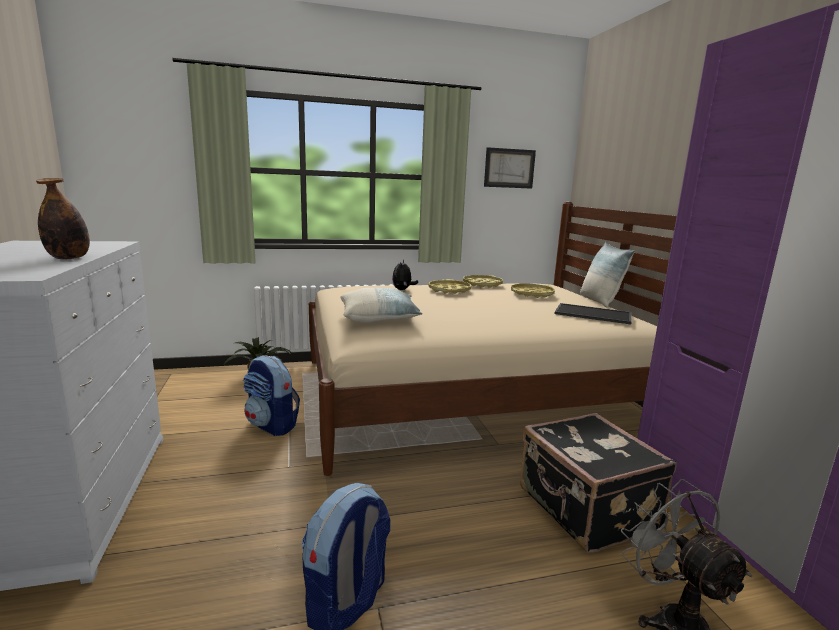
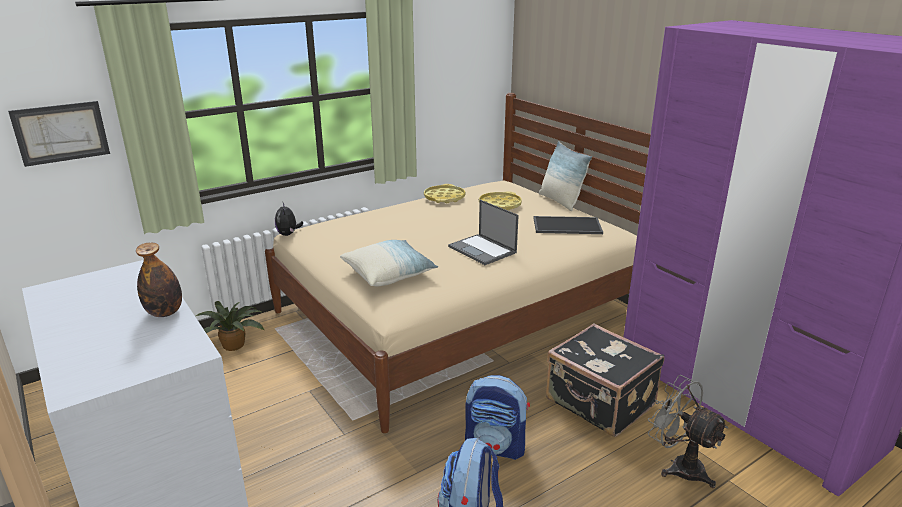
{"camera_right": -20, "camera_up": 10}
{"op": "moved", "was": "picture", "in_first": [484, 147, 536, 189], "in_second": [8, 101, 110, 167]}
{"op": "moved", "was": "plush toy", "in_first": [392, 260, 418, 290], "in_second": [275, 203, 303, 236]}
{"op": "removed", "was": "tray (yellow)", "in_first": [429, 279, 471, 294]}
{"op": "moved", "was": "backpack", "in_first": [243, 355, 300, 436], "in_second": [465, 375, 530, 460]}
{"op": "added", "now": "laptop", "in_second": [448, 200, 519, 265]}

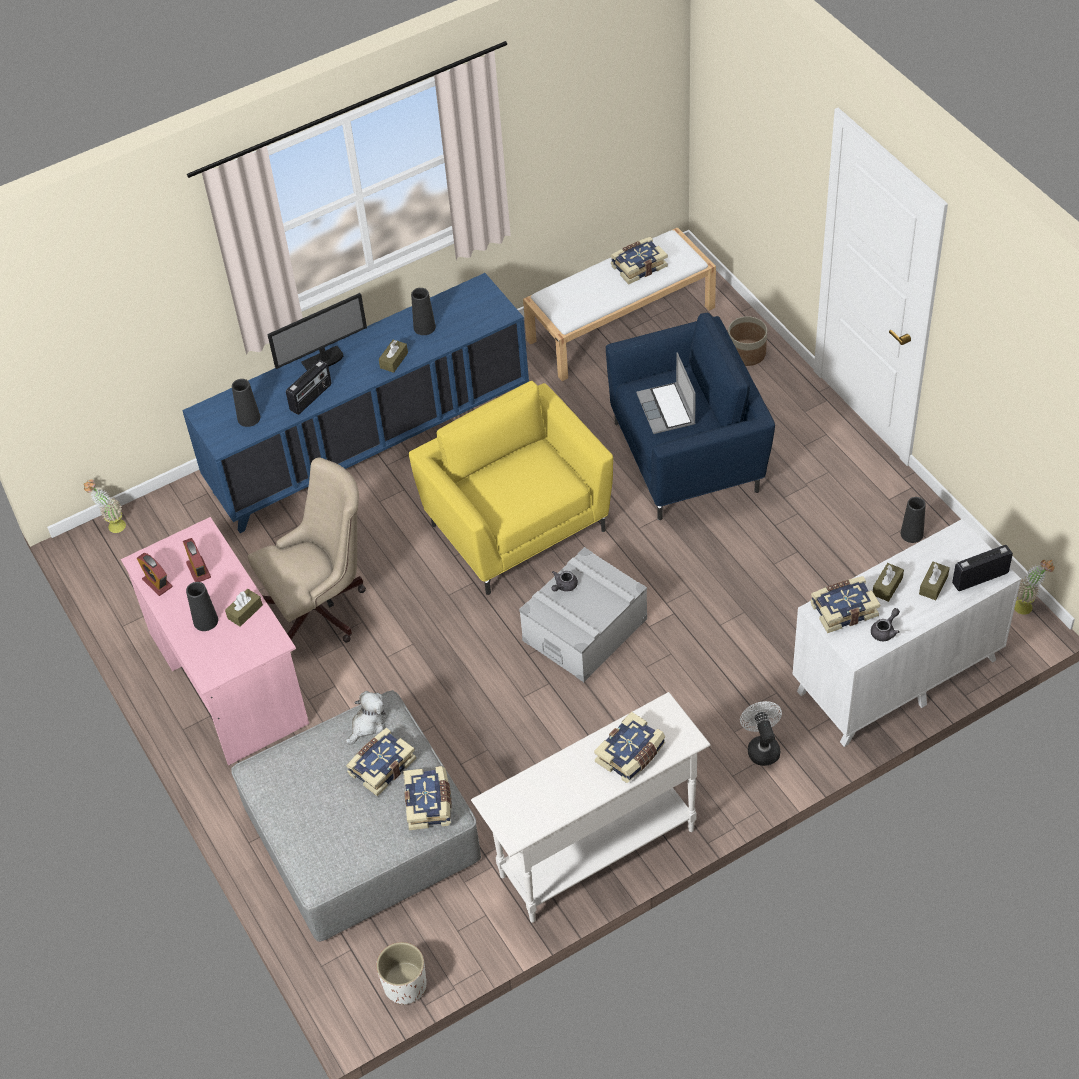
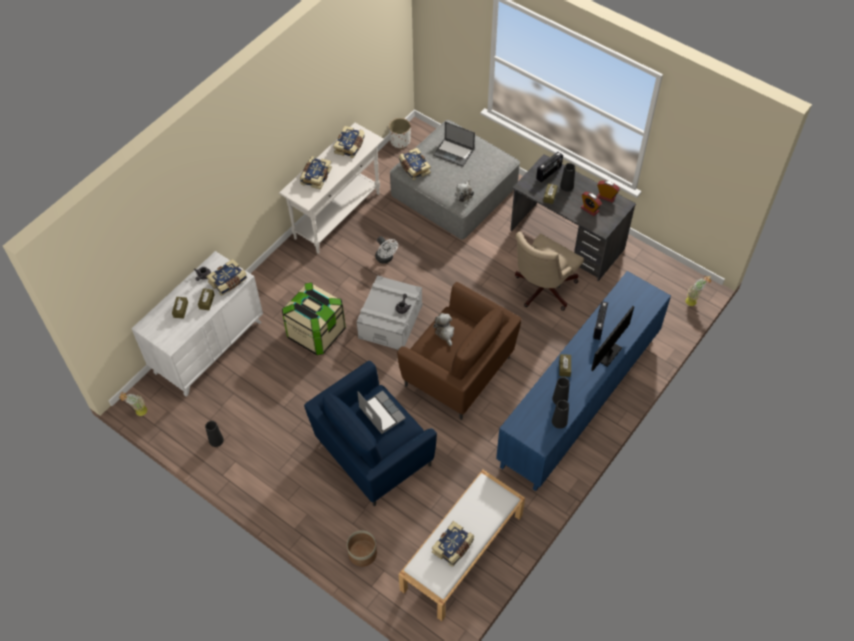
{"camera_right": 155, "camera_up": 5}
{"op": "moved", "was": "vase (black)", "in_first": [232, 379, 260, 427], "in_second": [552, 400, 569, 429]}
{"op": "recoloured", "was": "armchair (yellow)", "now": "armchair (brown)", "in_first": [409, 381, 613, 595], "in_second": [397, 282, 522, 420]}
{"op": "recoloured", "was": "desk (pink)", "now": "desk (grey)", "in_first": [121, 517, 309, 766], "in_second": [510, 154, 636, 281]}
{"op": "moved", "was": "radio", "in_first": [952, 545, 1013, 591], "in_second": [536, 152, 563, 182]}
{"op": "moved", "was": "fan (white)", "in_first": [740, 701, 782, 766], "in_second": [375, 236, 398, 263]}
{"op": "moved", "was": "book", "in_first": [346, 728, 416, 796], "in_second": [333, 126, 365, 158]}
{"op": "added", "now": "laptop", "in_second": [433, 122, 475, 167]}
{"op": "added", "now": "storage box", "in_second": [282, 283, 346, 355]}
{"op": "added", "now": "plush toy", "in_second": [433, 313, 454, 346]}

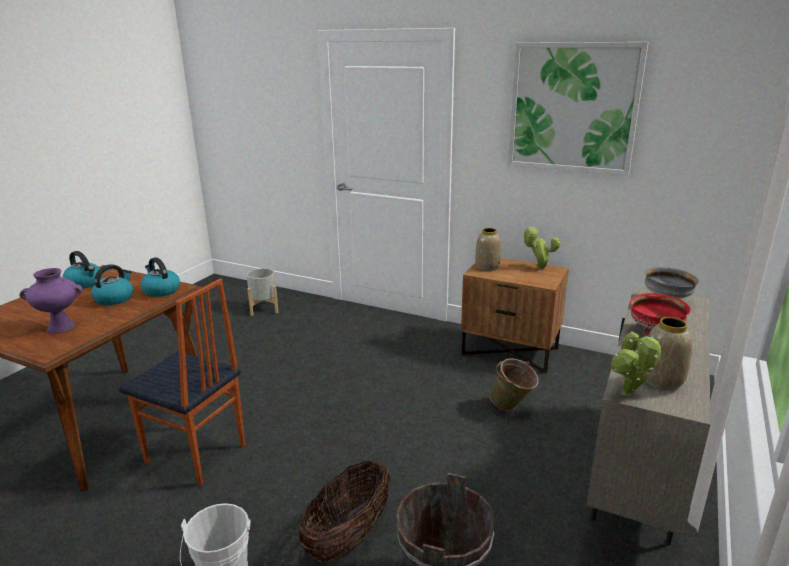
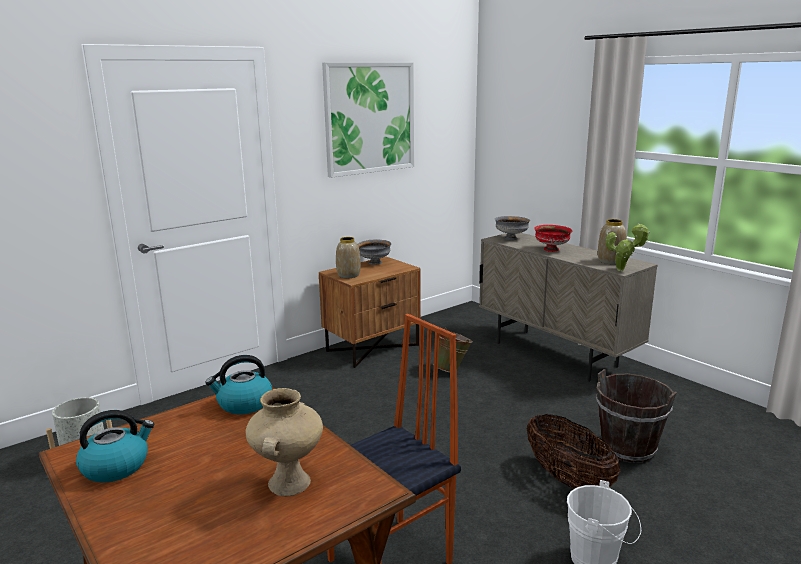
{"camera_right": -65, "camera_up": -5}
{"op": "replaced", "was": "potted plant", "now": "bowl (grey)", "in_first": [523, 227, 561, 269], "in_second": [358, 240, 391, 265]}
{"op": "removed", "was": "kettle", "in_first": [91, 264, 133, 305]}
{"op": "recoloured", "was": "vase (purple)", "now": "vase (beige)", "in_first": [19, 268, 83, 333], "in_second": [246, 388, 323, 497]}

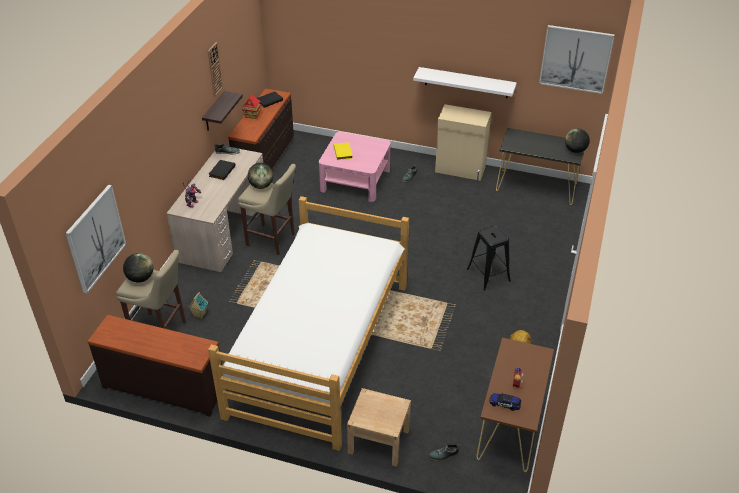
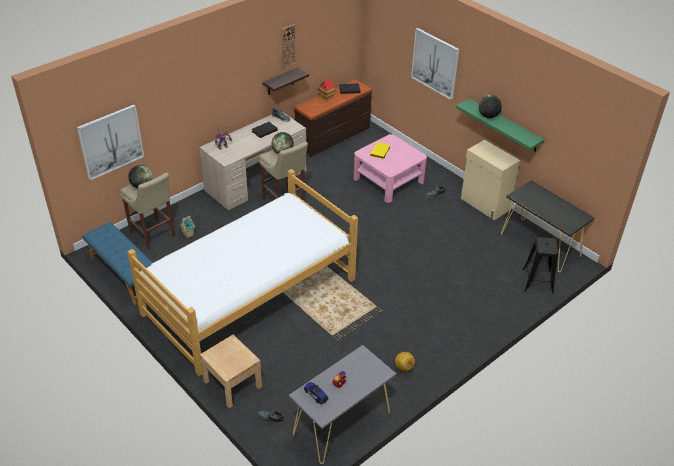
{"camera_right": 30, "camera_up": 0}
{"op": "moved", "was": "picture", "in_first": [539, 25, 615, 94], "in_second": [411, 28, 459, 100]}
{"op": "recoloured", "was": "shelf (white)", "now": "shelf (green)", "in_first": [413, 67, 517, 98], "in_second": [456, 99, 545, 152]}
{"op": "moved", "was": "globe", "in_first": [565, 128, 590, 153], "in_second": [479, 95, 502, 118]}
{"op": "moved", "was": "stool (black)", "in_first": [467, 225, 511, 290], "in_second": [522, 237, 559, 293]}
{"op": "replaced", "was": "dresser (brown)", "now": "bench (blue)", "in_first": [87, 315, 222, 417], "in_second": [82, 222, 153, 305]}
{"op": "recoloured", "was": "console table (brown)", "now": "console table (grey)", "in_first": [477, 338, 554, 472], "in_second": [289, 345, 396, 464]}

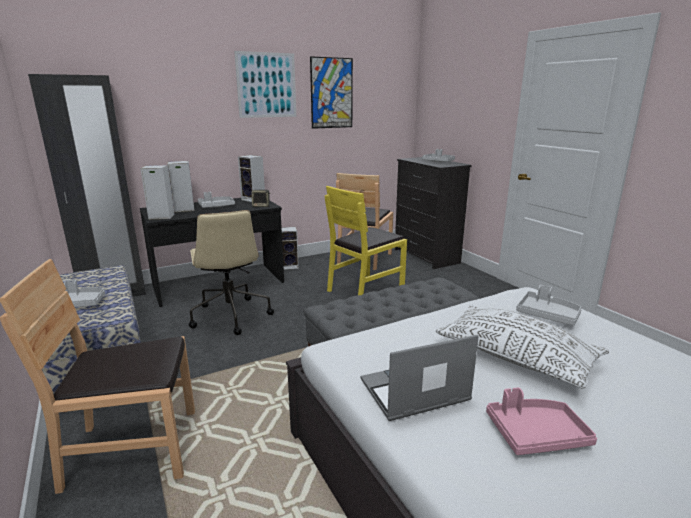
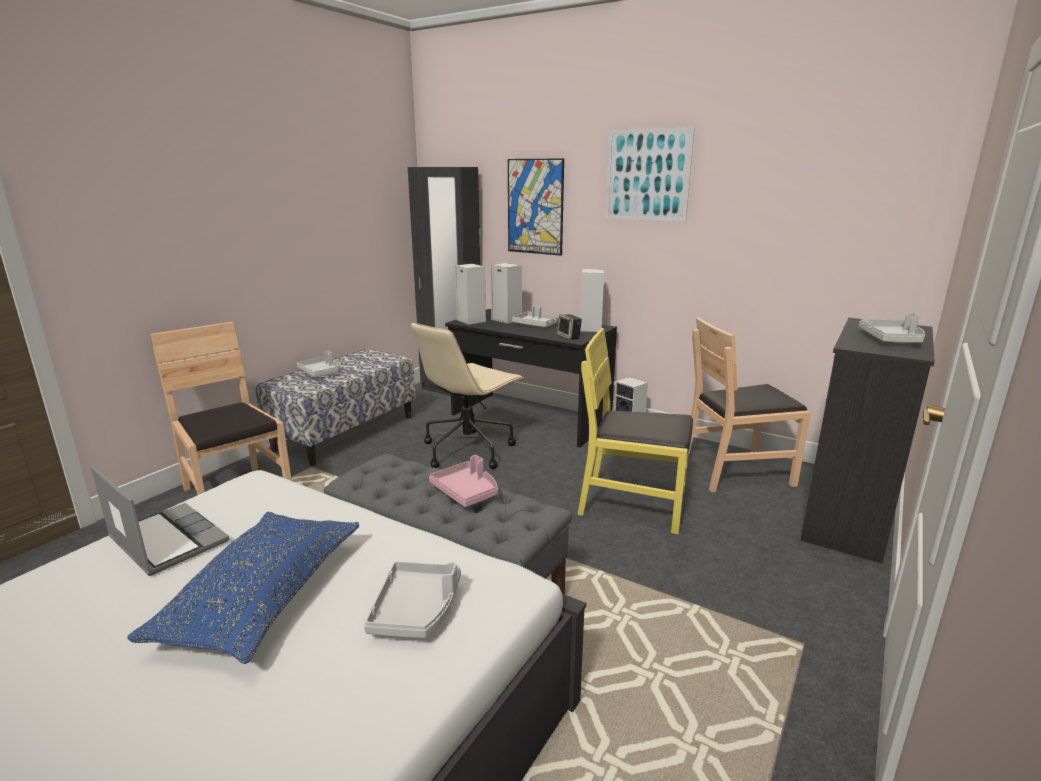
{"camera_right": 60, "camera_up": 0}
{"op": "moved", "was": "picture", "in_first": [310, 56, 353, 129], "in_second": [508, 158, 564, 256]}
{"op": "recoloured", "was": "pillow (white)", "now": "pillow (blue)", "in_first": [436, 305, 609, 389], "in_second": [127, 512, 359, 664]}
{"op": "moved", "was": "tray (pink)", "in_first": [486, 387, 597, 455], "in_second": [429, 455, 498, 507]}

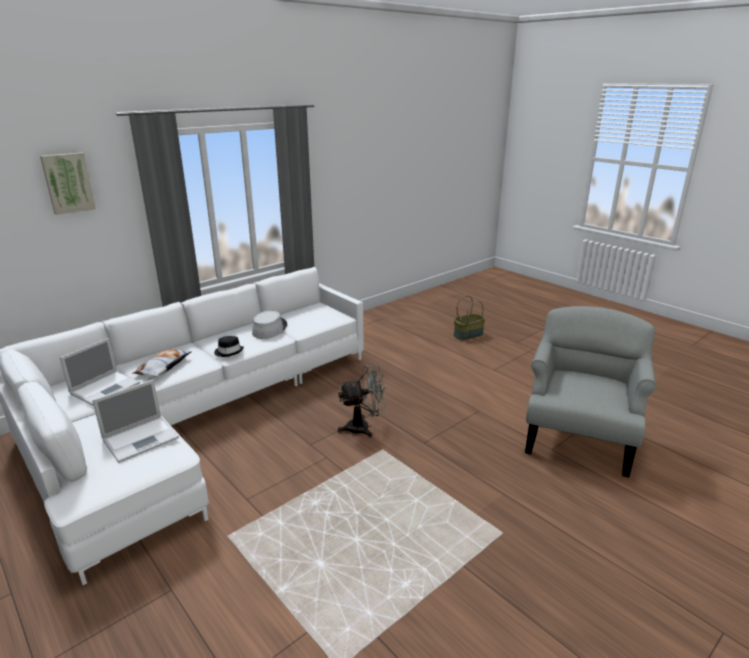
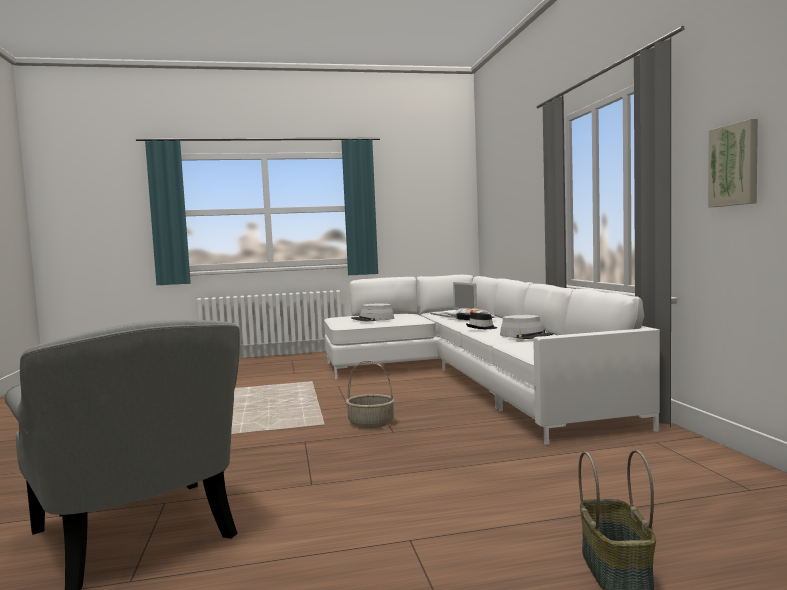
{"camera_right": 120, "camera_up": -20}
{"op": "moved", "was": "picture", "in_first": [40, 152, 96, 215], "in_second": [708, 119, 758, 207]}
{"op": "replaced", "was": "fan (grey)", "now": "basket", "in_first": [338, 365, 387, 437], "in_second": [346, 360, 395, 428]}
{"op": "replaced", "was": "laptop", "now": "hat (grey)", "in_first": [92, 380, 179, 463], "in_second": [351, 303, 394, 321]}

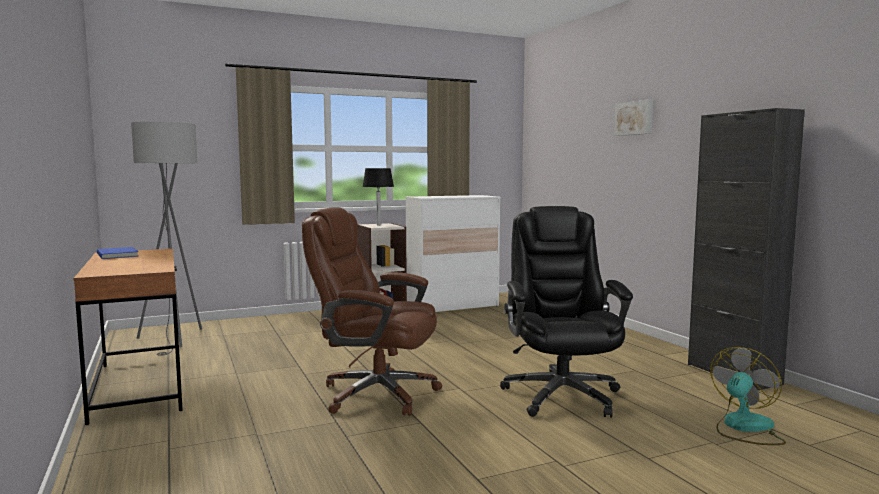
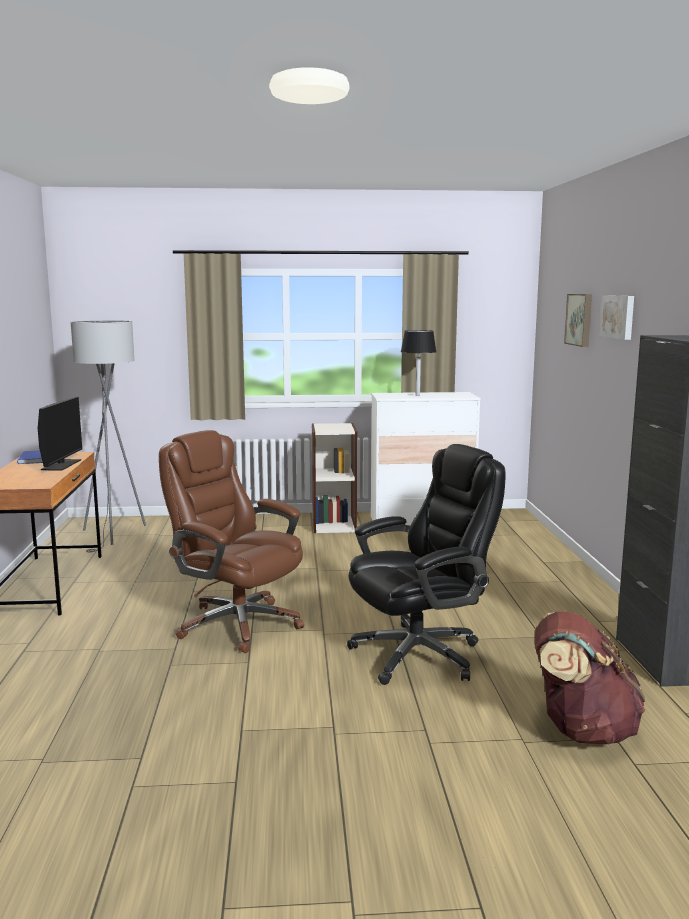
{"camera_right": 20, "camera_up": 5}
{"op": "moved", "was": "table lamp (black)", "in_first": [362, 168, 394, 226], "in_second": [401, 330, 436, 396]}
{"op": "turned", "was": "office chair (black)", "in_first": [500, 206, 633, 418], "in_second": [347, 444, 506, 685], "clockwise": 45}
{"op": "replaced", "was": "fan", "now": "backpack (brown)", "in_first": [710, 347, 786, 445], "in_second": [535, 611, 646, 744]}
{"op": "added", "now": "picture", "in_second": [564, 294, 592, 347]}
{"op": "added", "now": "monitor", "in_second": [38, 397, 82, 471]}

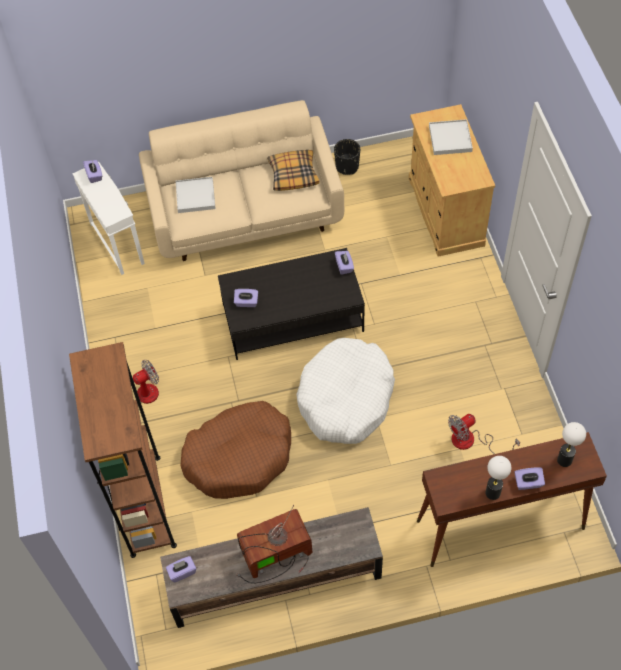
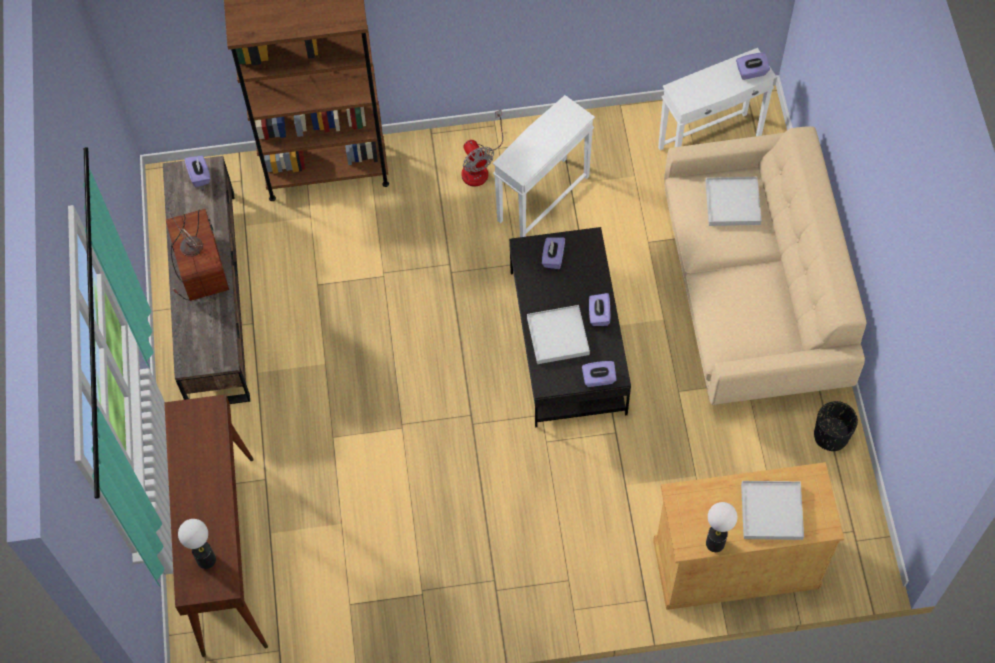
{"camera_right": 95, "camera_up": 5}
{"op": "removed", "was": "pillow", "in_first": [267, 150, 320, 191]}
{"op": "removed", "was": "dog bed (white)", "in_first": [296, 338, 395, 444]}
{"op": "removed", "was": "dog bed (brown)", "in_first": [180, 401, 291, 499]}
{"op": "removed", "was": "fan", "in_first": [448, 414, 520, 454]}
{"op": "moved", "was": "table lamp", "in_first": [485, 456, 511, 500], "in_second": [706, 502, 737, 552]}
{"op": "moved", "was": "tissue box (purple)", "in_first": [514, 467, 545, 490], "in_second": [589, 293, 611, 326]}
{"op": "added", "now": "side table (white)", "in_second": [493, 95, 595, 237]}
{"op": "added", "now": "tray (white)", "in_second": [527, 305, 590, 364]}

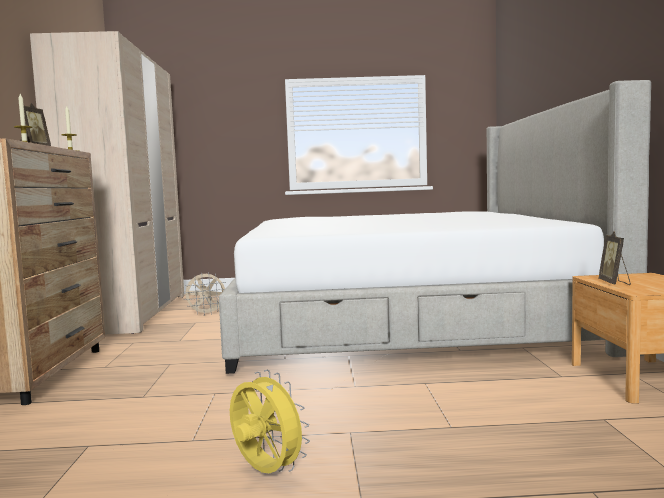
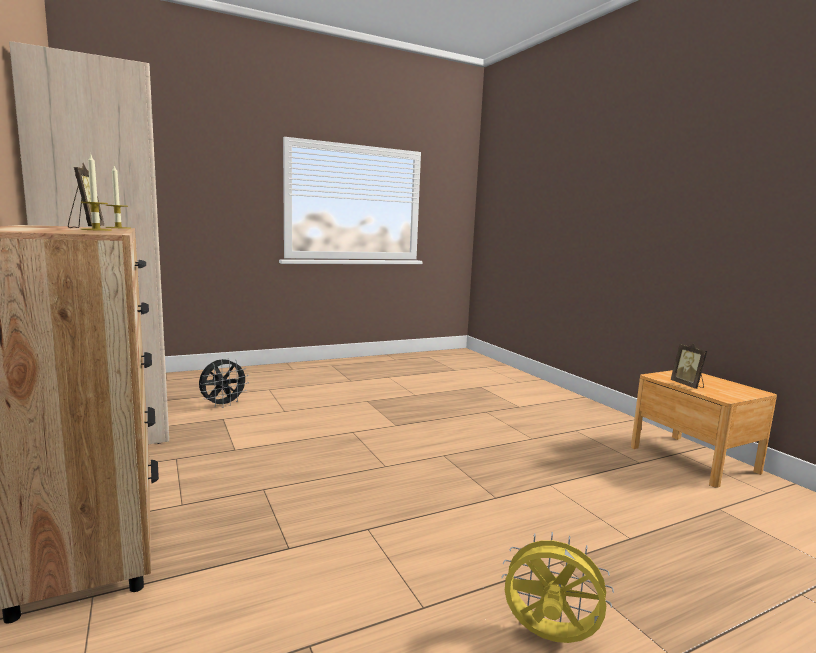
{"camera_right": -25, "camera_up": 5}
{"op": "removed", "was": "bed", "in_first": [219, 80, 651, 374]}
{"op": "recoloured", "was": "fan (beige)", "now": "fan (black)", "in_first": [183, 272, 225, 316], "in_second": [199, 358, 249, 408]}

